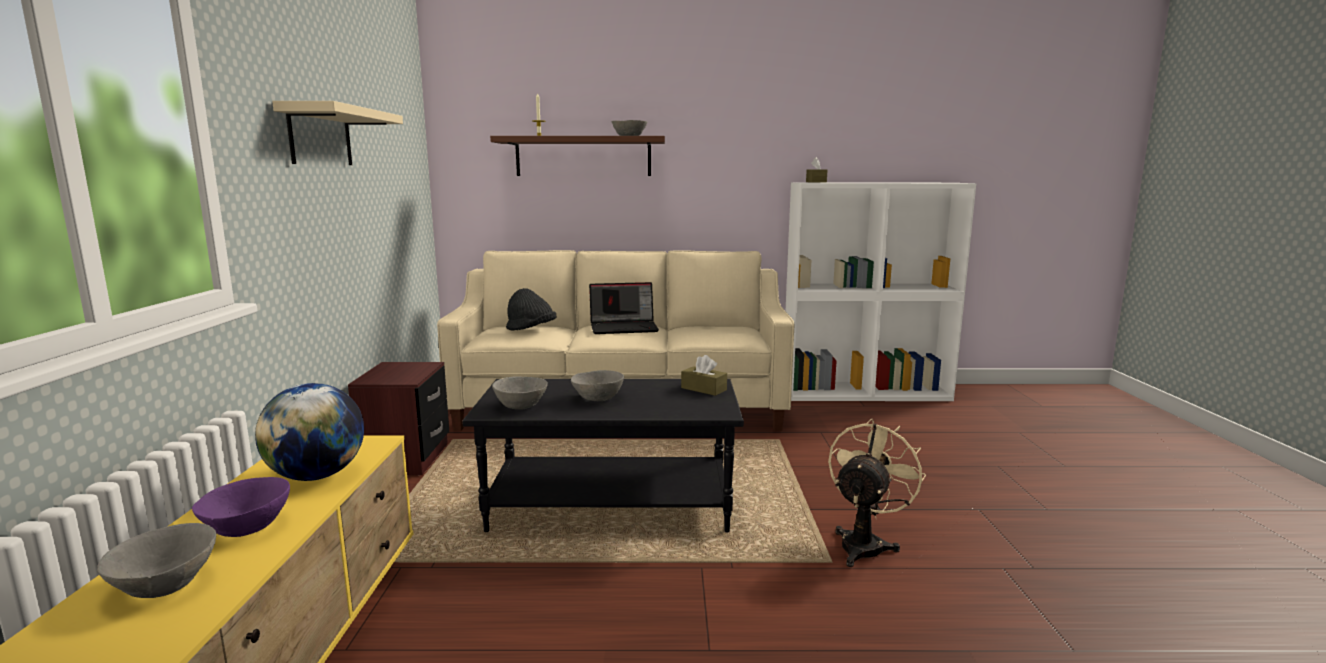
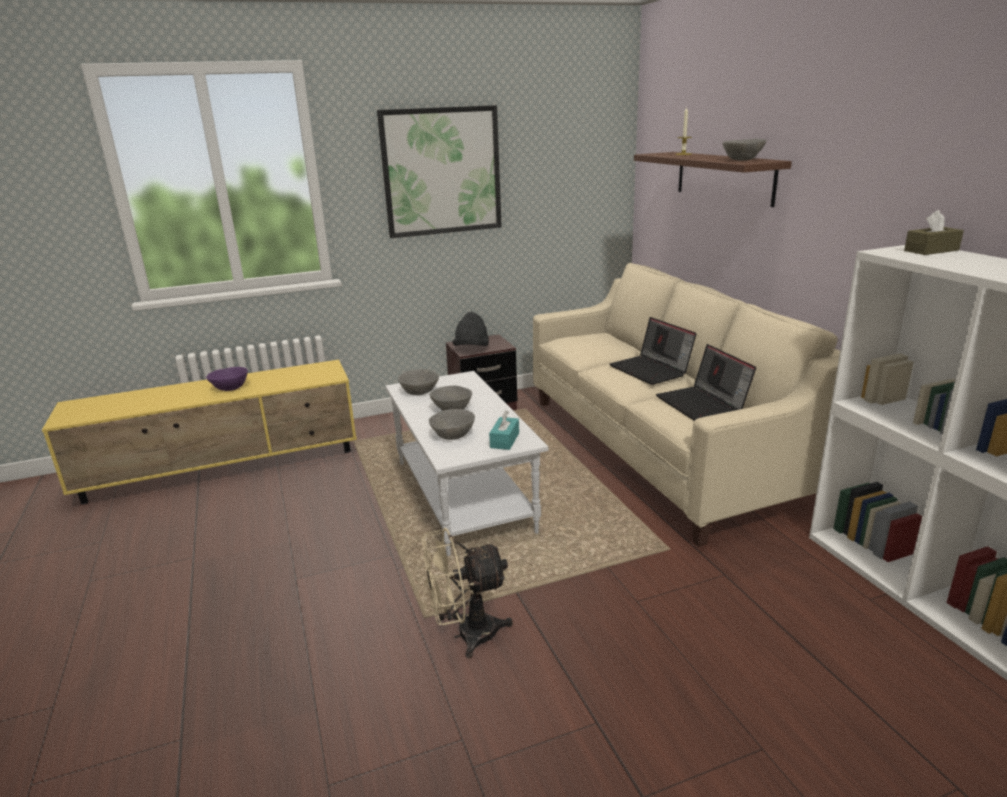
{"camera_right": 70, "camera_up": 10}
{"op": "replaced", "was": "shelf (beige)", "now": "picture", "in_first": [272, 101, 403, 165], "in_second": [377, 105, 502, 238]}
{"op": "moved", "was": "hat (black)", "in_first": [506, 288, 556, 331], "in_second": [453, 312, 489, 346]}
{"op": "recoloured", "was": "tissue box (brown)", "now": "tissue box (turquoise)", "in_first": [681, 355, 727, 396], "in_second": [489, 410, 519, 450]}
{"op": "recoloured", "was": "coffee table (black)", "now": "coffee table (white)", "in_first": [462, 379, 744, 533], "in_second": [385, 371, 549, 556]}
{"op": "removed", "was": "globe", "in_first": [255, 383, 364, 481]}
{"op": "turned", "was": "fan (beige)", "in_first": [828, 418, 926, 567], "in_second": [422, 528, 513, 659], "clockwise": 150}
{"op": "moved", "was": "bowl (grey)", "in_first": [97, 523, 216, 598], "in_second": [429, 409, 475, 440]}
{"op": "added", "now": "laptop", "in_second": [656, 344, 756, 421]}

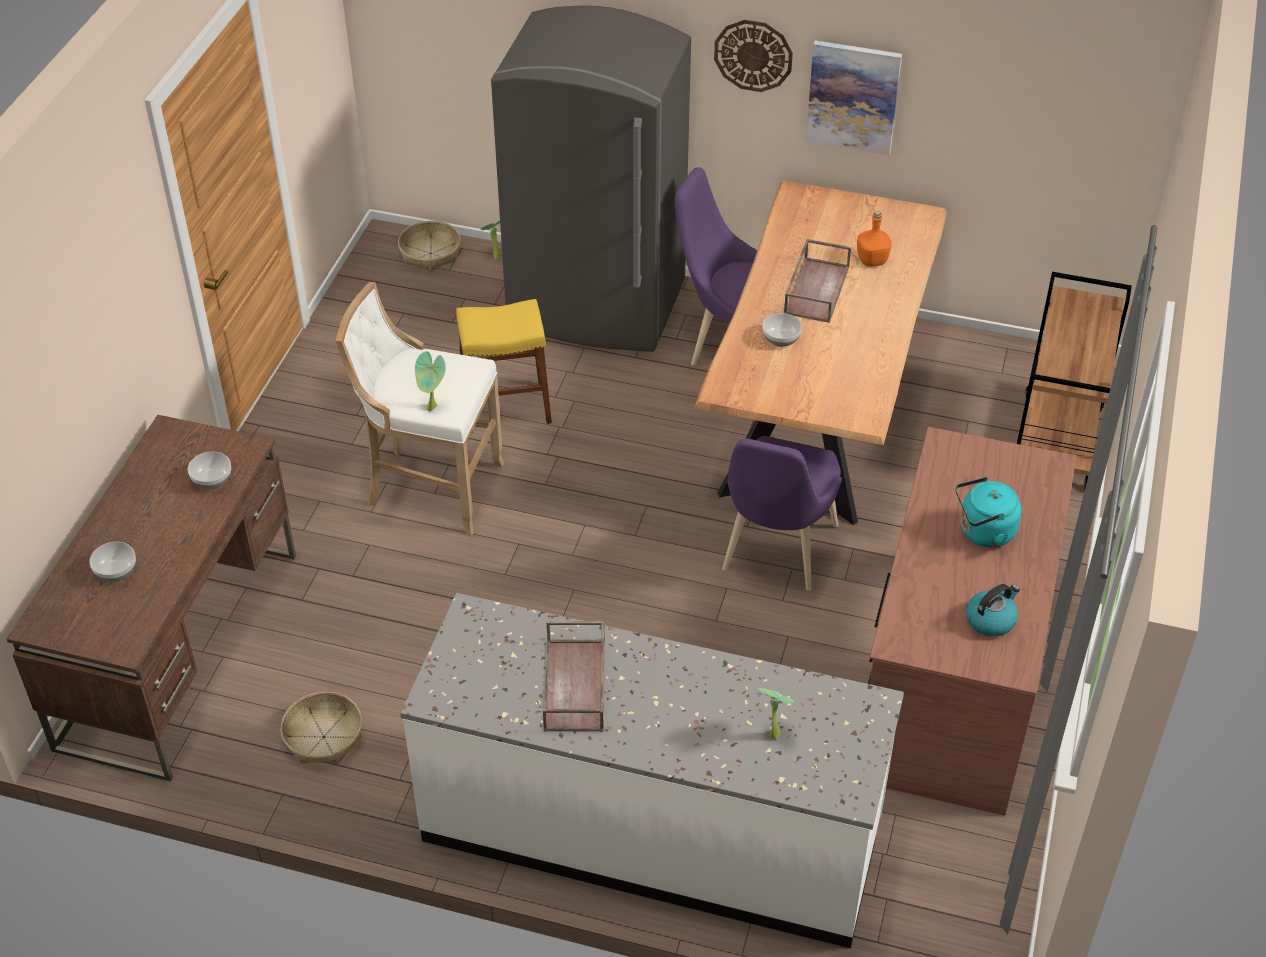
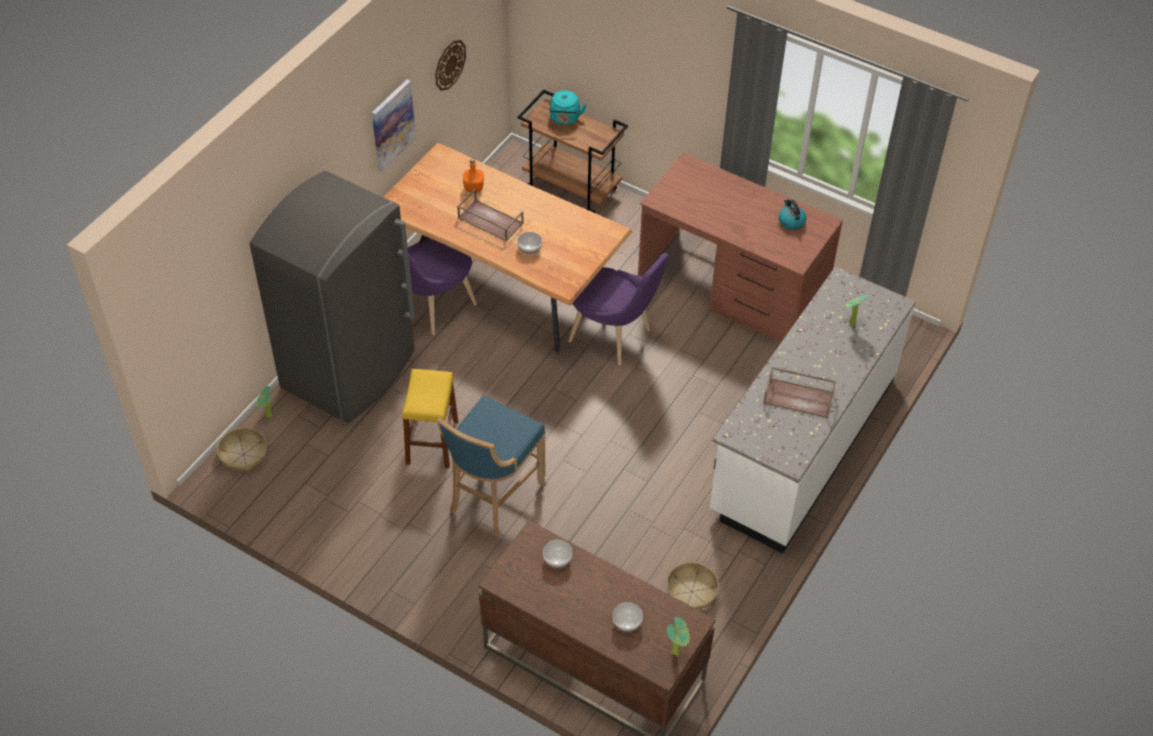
{"camera_right": -75, "camera_up": 5}
{"op": "moved", "was": "wall clock", "in_first": [714, 20, 793, 92], "in_second": [435, 40, 466, 91]}
{"op": "recoloured", "was": "stool (white)", "now": "stool (blue)", "in_first": [336, 282, 505, 535], "in_second": [437, 396, 546, 536]}
{"op": "moved", "was": "potted plant", "in_first": [415, 351, 446, 412], "in_second": [667, 617, 690, 656]}
{"op": "moved", "was": "kettle (turquoise)", "in_first": [955, 477, 1022, 547], "in_second": [549, 90, 587, 125]}

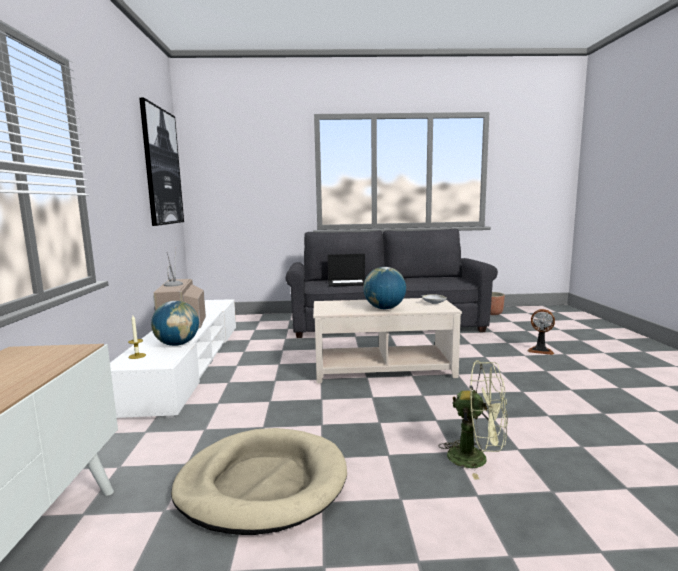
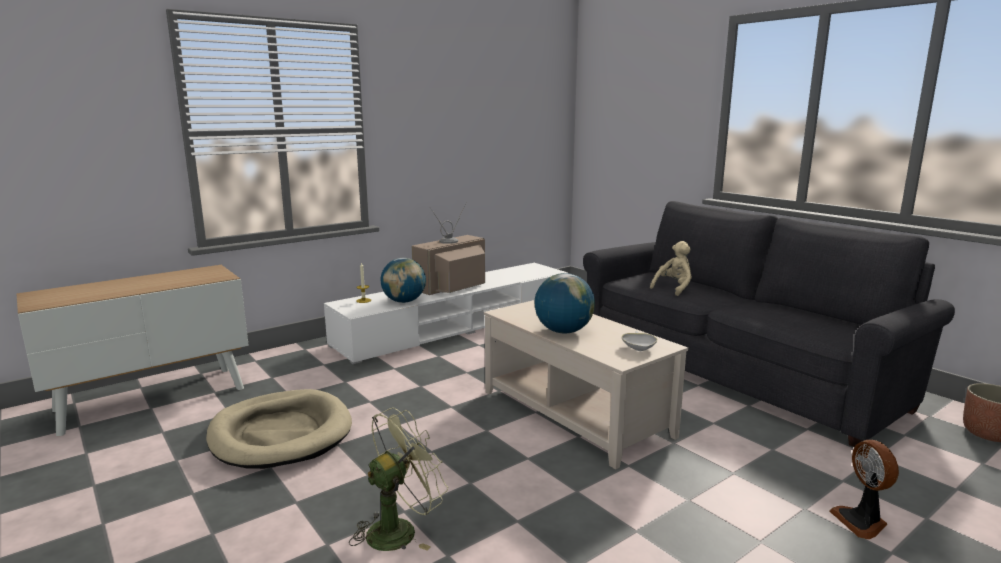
{"camera_right": 55, "camera_up": 5}
{"op": "removed", "was": "picture", "in_first": [139, 98, 184, 226]}
{"op": "replaced", "was": "laptop", "now": "plush toy (beige)", "in_first": [328, 254, 365, 287], "in_second": [650, 241, 692, 296]}
{"op": "turned", "was": "fan (green)", "in_first": [438, 360, 508, 479], "in_second": [349, 408, 448, 551], "clockwise": -120}

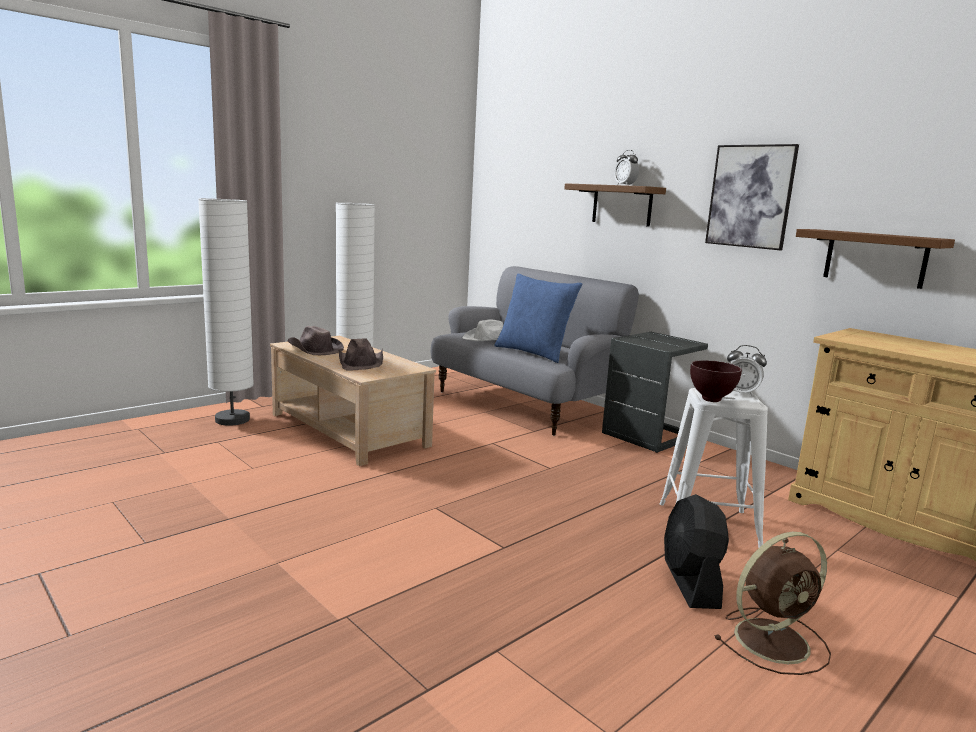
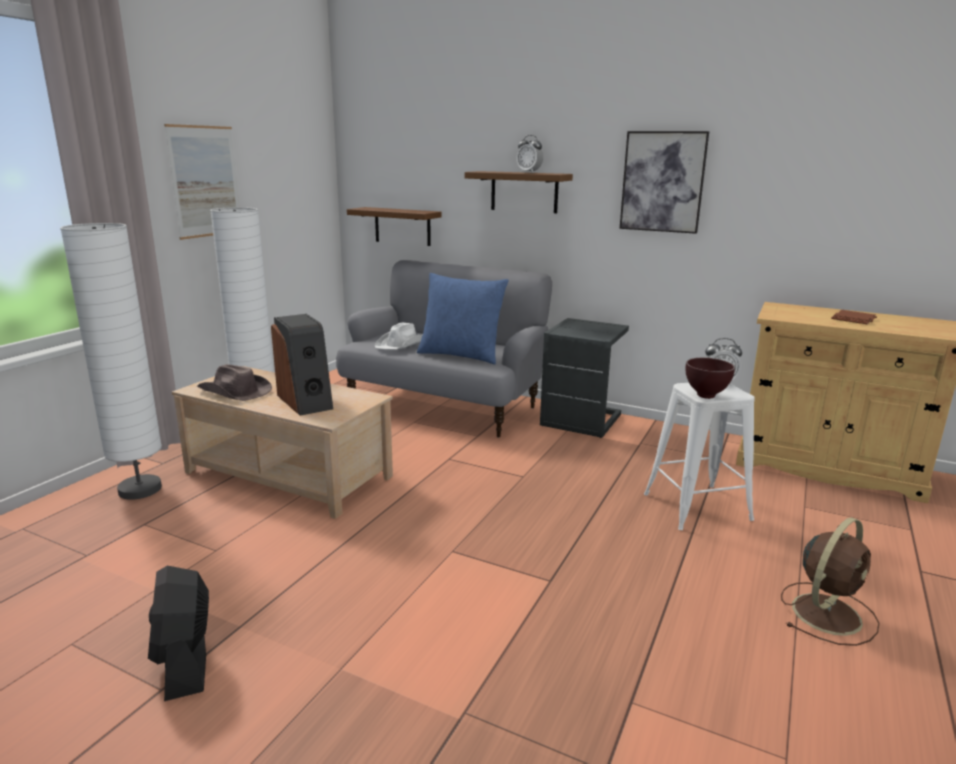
{"camera_right": -20, "camera_up": 5}
{"op": "moved", "was": "shelf (brown)", "in_first": [796, 229, 955, 289], "in_second": [347, 207, 441, 246]}
{"op": "replaced", "was": "hat (brown)", "now": "speaker", "in_first": [339, 338, 383, 370], "in_second": [271, 314, 333, 416]}
{"op": "moved", "was": "fan (black)", "in_first": [664, 494, 729, 609], "in_second": [148, 566, 209, 701]}
{"op": "added", "now": "picture", "in_second": [164, 124, 239, 240]}
{"op": "added", "now": "book (brown)", "in_second": [831, 310, 877, 324]}

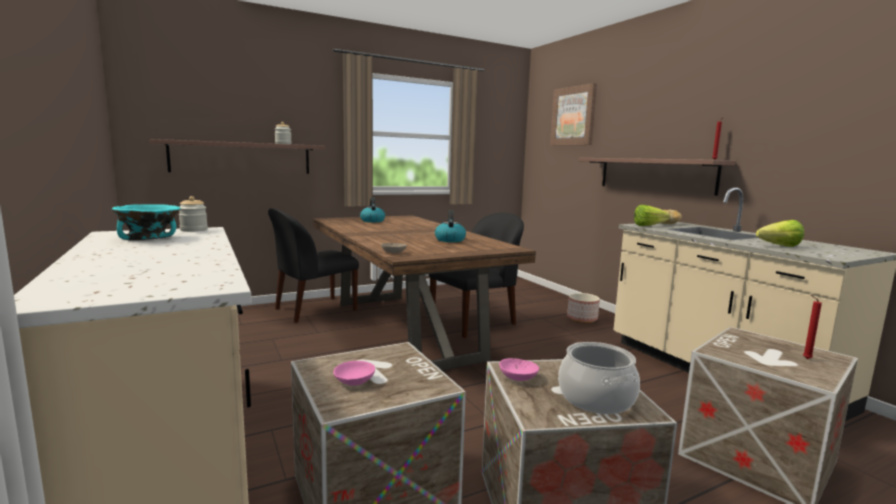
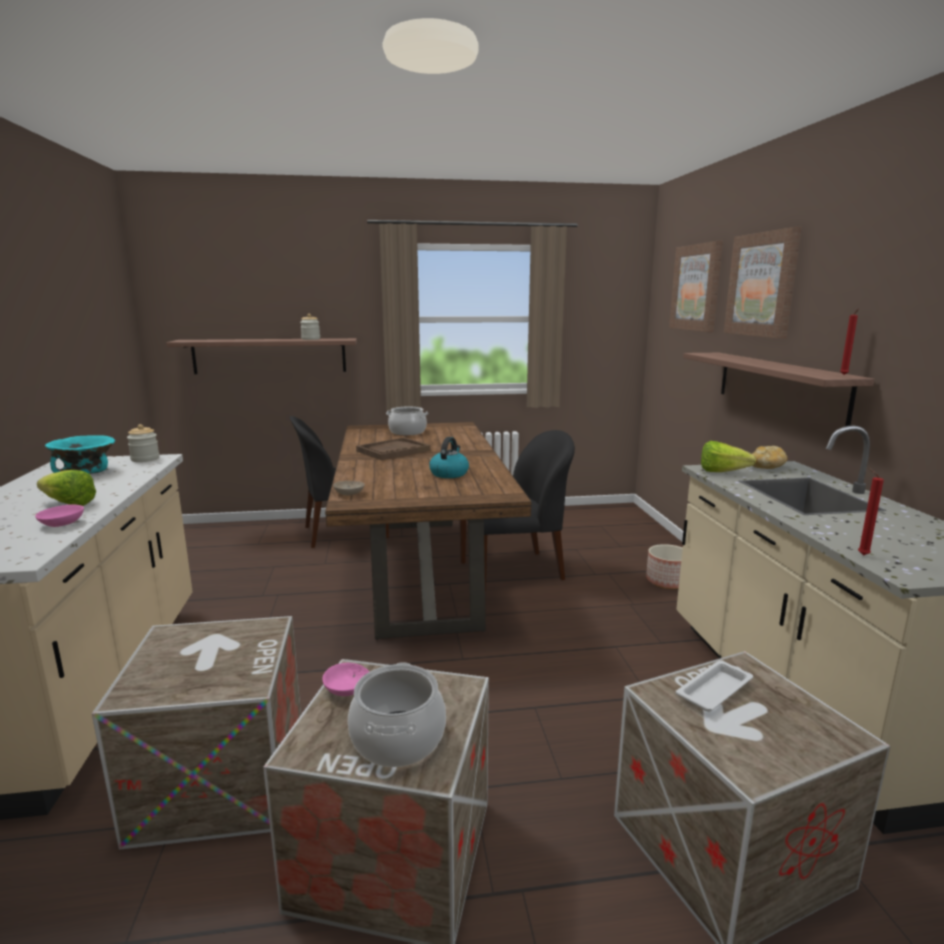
{"camera_right": 20, "camera_up": 5}
{"op": "replaced", "was": "kettle", "now": "cooking pot", "in_first": [360, 197, 385, 222], "in_second": [386, 407, 429, 435]}
{"op": "moved", "was": "lettuce", "in_first": [756, 220, 804, 247], "in_second": [37, 470, 96, 506]}
{"op": "moved", "was": "candle (red)", "in_first": [803, 295, 822, 359], "in_second": [858, 468, 884, 556]}
{"op": "moved", "was": "bowl (pink)", "in_first": [333, 361, 375, 386], "in_second": [35, 505, 84, 527]}
{"op": "added", "now": "picture", "in_second": [724, 227, 802, 339]}
{"op": "added", "now": "tray (brown)", "in_second": [356, 437, 431, 460]}
{"op": "added", "now": "tray (white)", "in_second": [676, 660, 753, 711]}

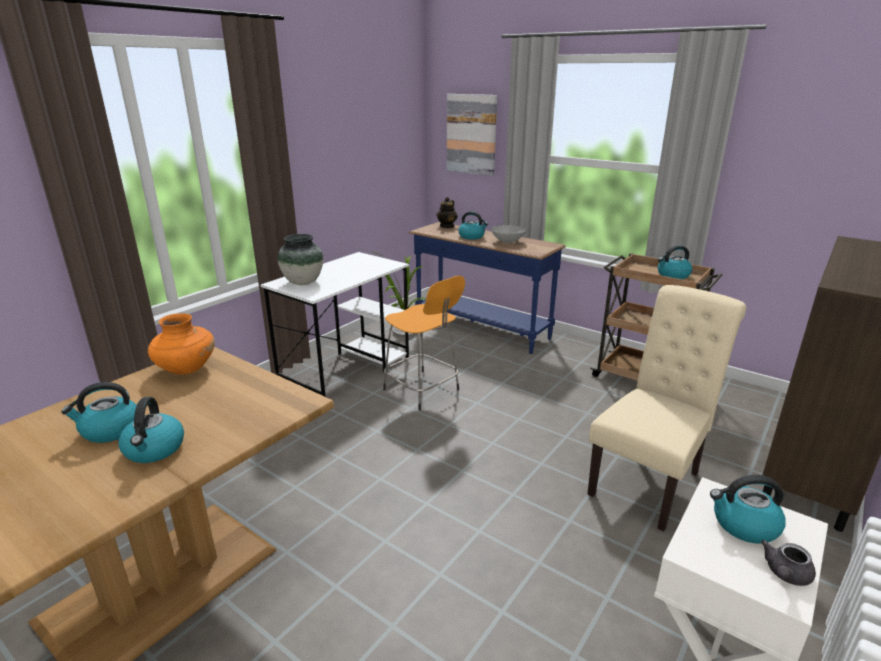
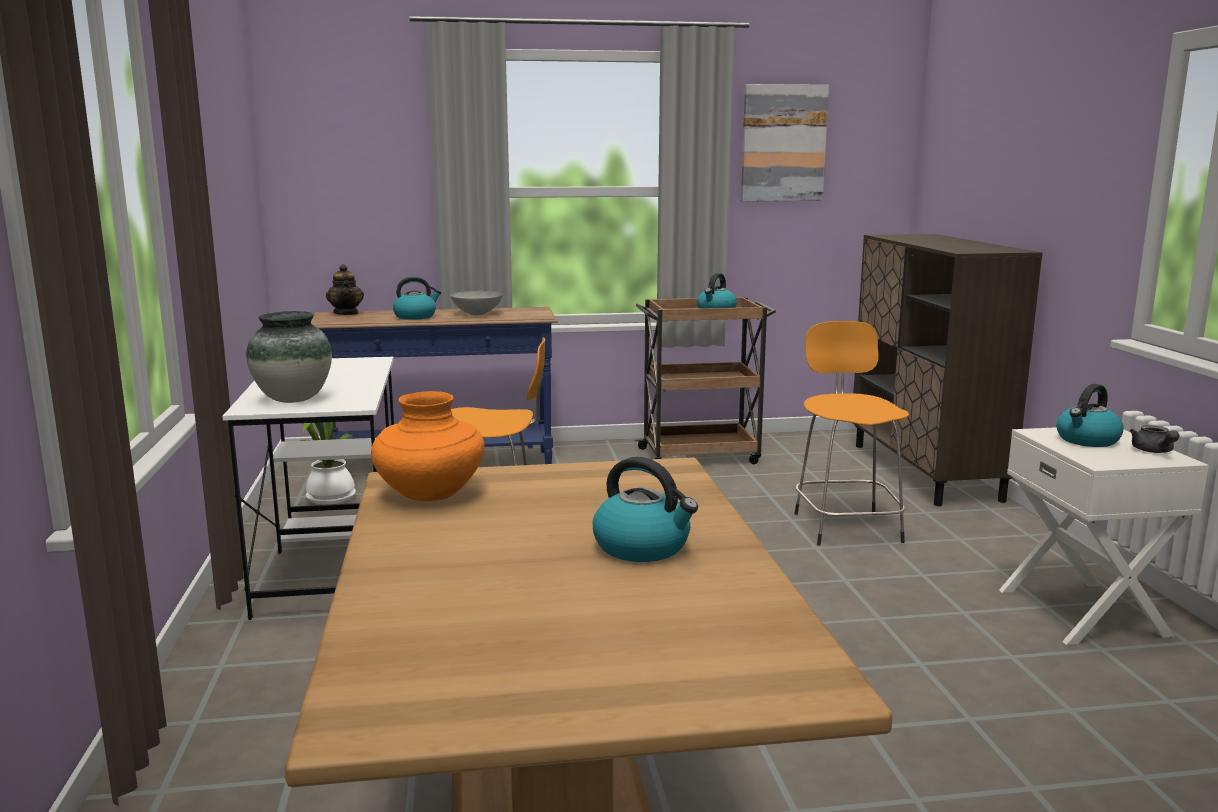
{"camera_right": -45, "camera_up": -10}
{"op": "moved", "was": "picture", "in_first": [447, 94, 497, 176], "in_second": [741, 84, 829, 201]}
{"op": "replaced", "was": "chair (beige)", "now": "stool (orange)", "in_first": [587, 285, 746, 532], "in_second": [794, 321, 909, 546]}
{"op": "removed", "was": "kettle", "in_first": [61, 382, 137, 443]}

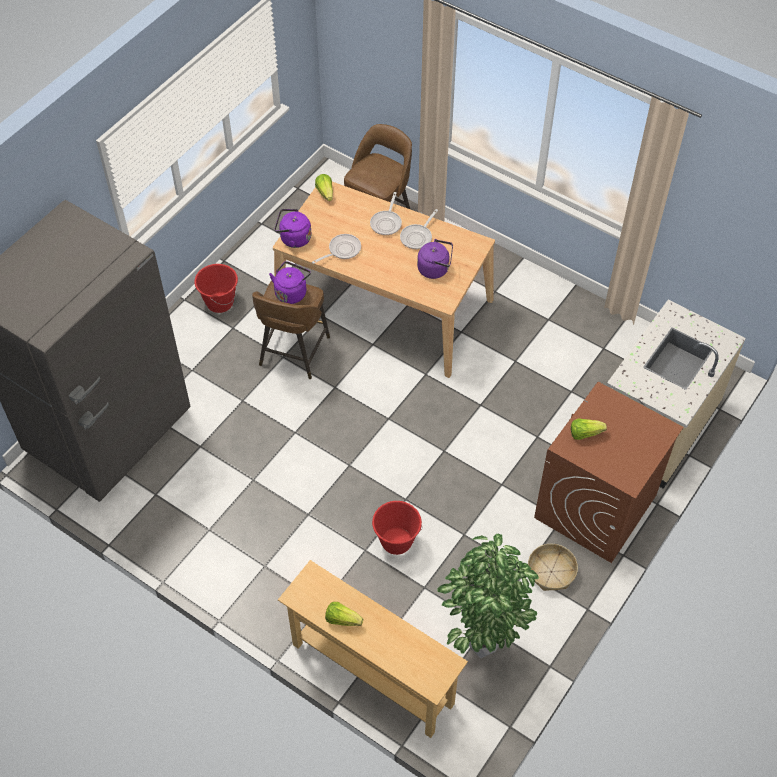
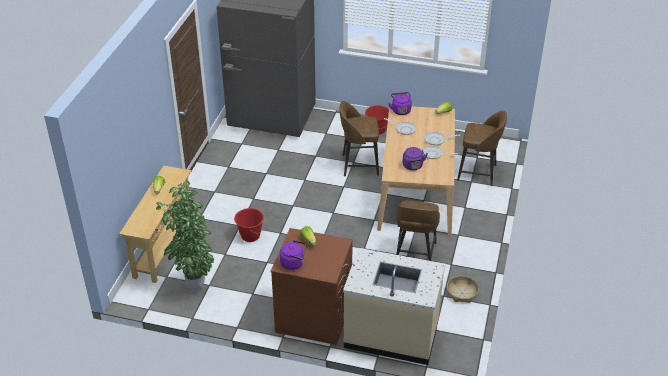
{"camera_right": 70, "camera_up": -15}
{"op": "moved", "was": "kettle (purple)", "in_first": [269, 261, 311, 304], "in_second": [280, 240, 307, 270]}
{"op": "moved", "was": "basket", "in_first": [528, 544, 578, 591], "in_second": [447, 276, 479, 303]}
{"op": "added", "now": "stool (brown)", "in_second": [396, 200, 440, 261]}

